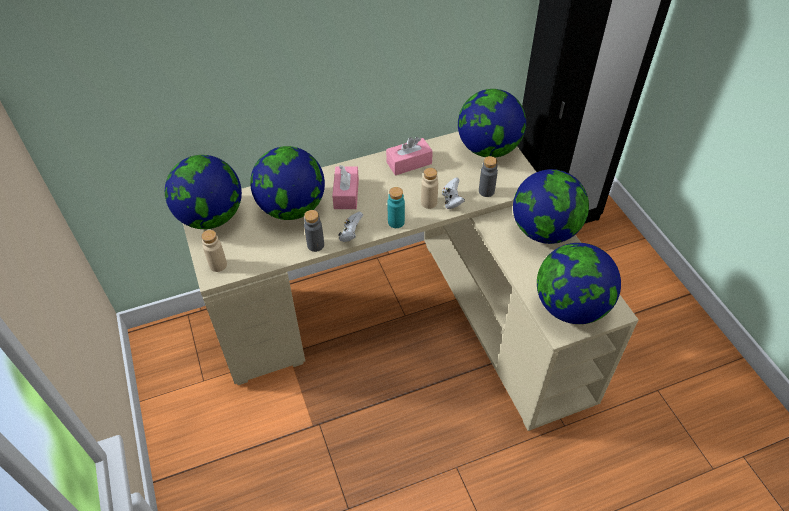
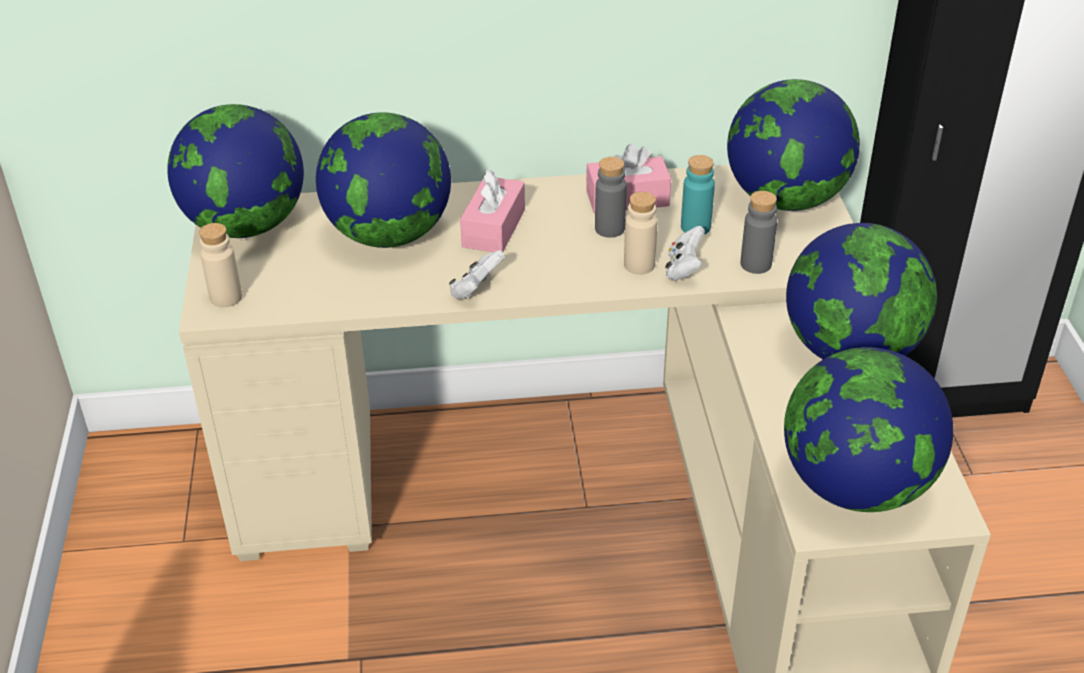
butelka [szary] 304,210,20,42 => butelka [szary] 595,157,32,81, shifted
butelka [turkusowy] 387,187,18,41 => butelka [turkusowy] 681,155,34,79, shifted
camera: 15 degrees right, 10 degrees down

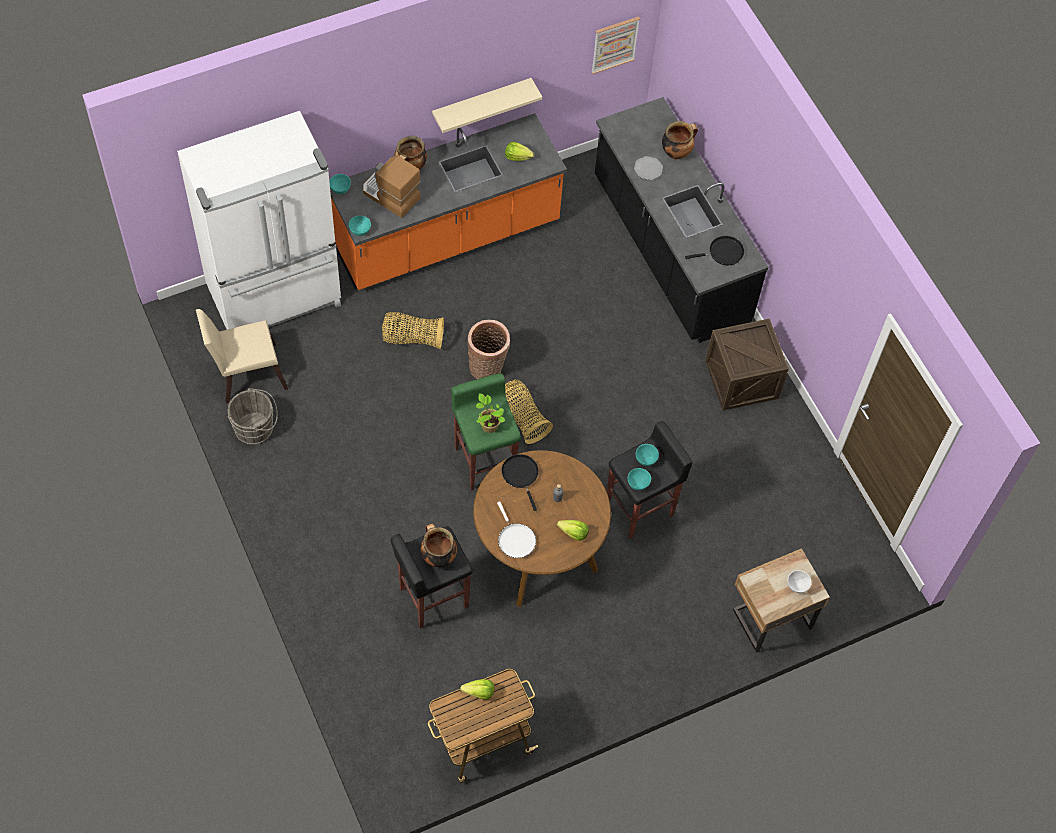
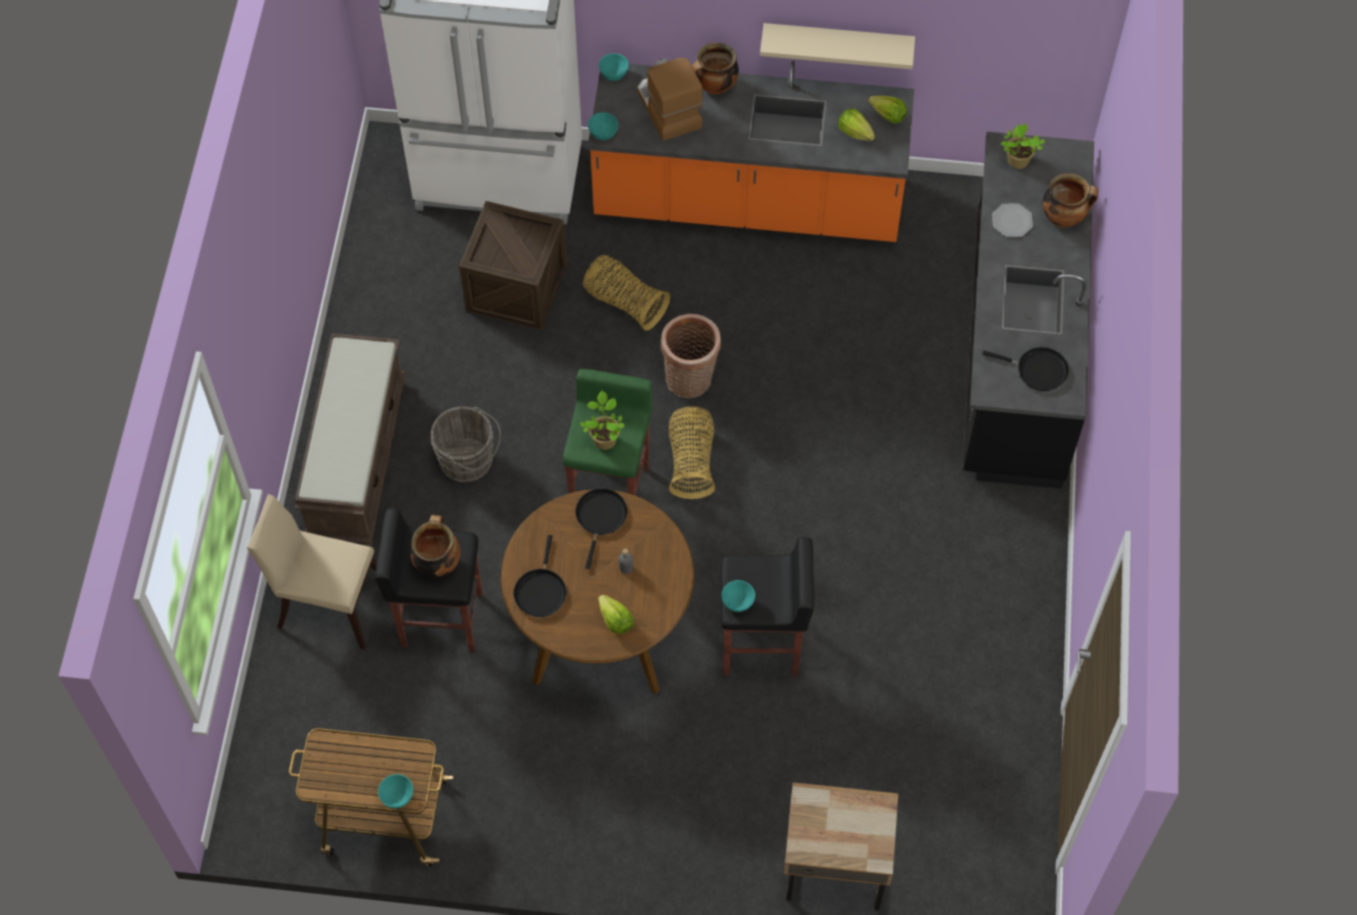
obraz 591,16,49,58 => nothing
miska [biały] 787,570,25,23 => nothing
nothing => ławka [brązowy] 295,333,111,214
nothing => roślina doniczkowa 1001,123,44,46
krzesło [beżowy] 196,309,92,94 => krzesło [beżowy] 247,494,130,156, shifted
wiadro [szary] 228,388,50,57 => wiadro [szary] 431,406,70,76, shifted
sałata 460,679,34,21 => sałata 868,96,39,27, shifted
miska [turkusowy] 636,444,23,22 => miska [turkusowy] 378,774,35,34, shifted
skrzynka 705,318,84,93 => skrzynka 459,201,108,129, shifted
patelnia [biały] 497,501,39,57 => patelnia [czarny] 513,535,54,82
camera: 35 degrees right, 0 degrees up

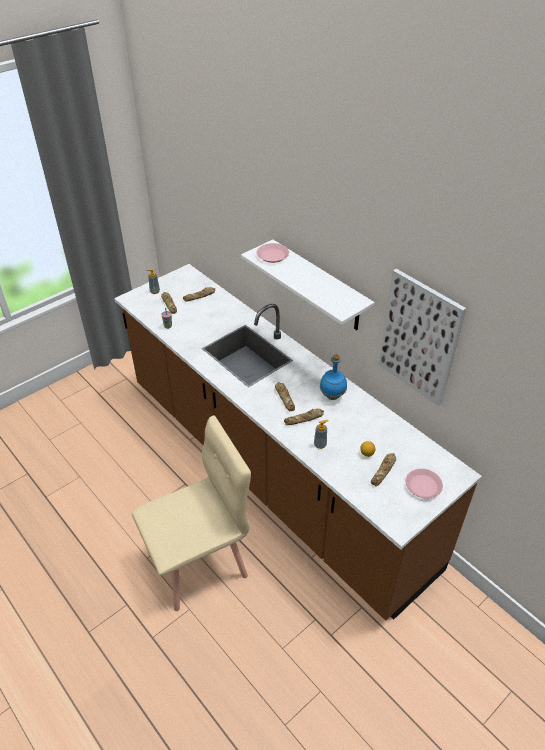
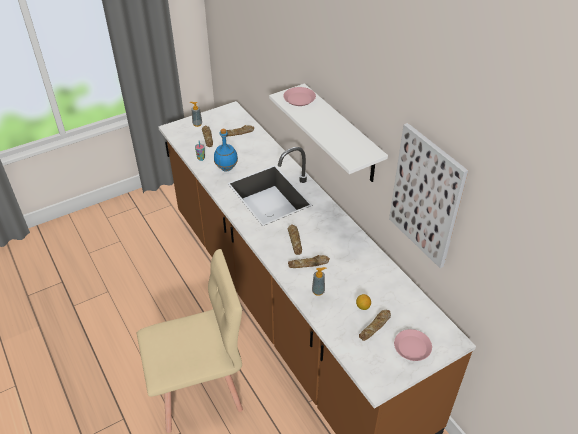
butelka [niebieski] 320,354,27,46 => butelka [niebieski] 214,129,24,43, shifted
camera: 10 degrees right, 0 degrees up

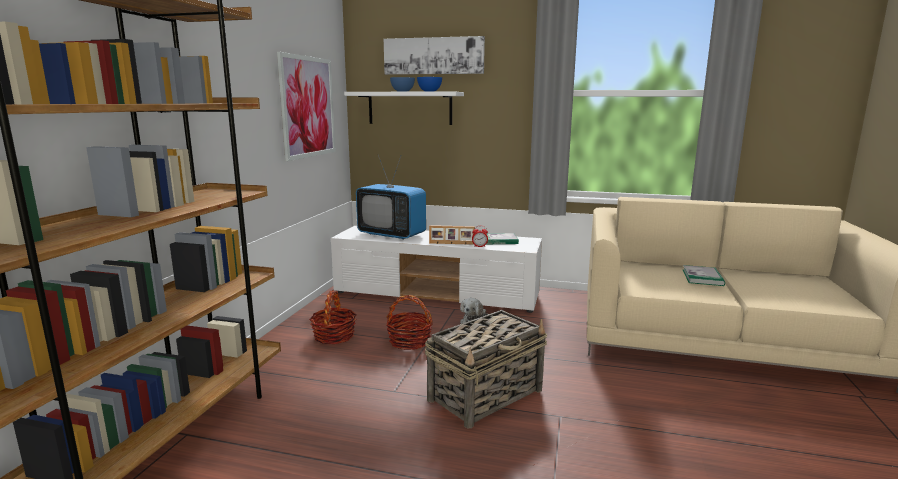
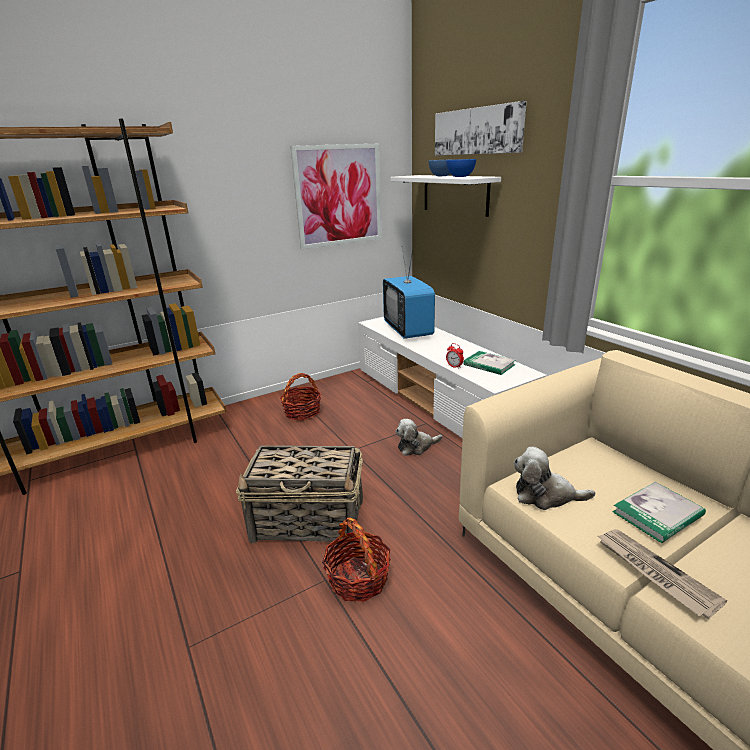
ramka na zdjęcie 429,225,46,20 => nothing
nothing => pluszak 514,447,81,63
nothing => gazeta 598,529,129,90
koszyk 386,295,47,55 => koszyk 322,517,69,85, shifted
camera: 45 degrees right, 10 degrees up

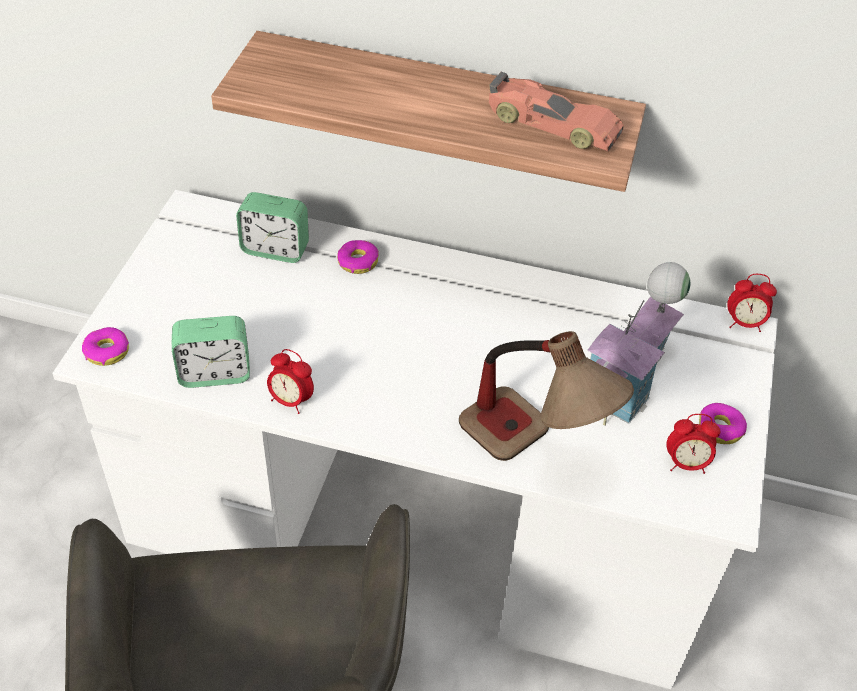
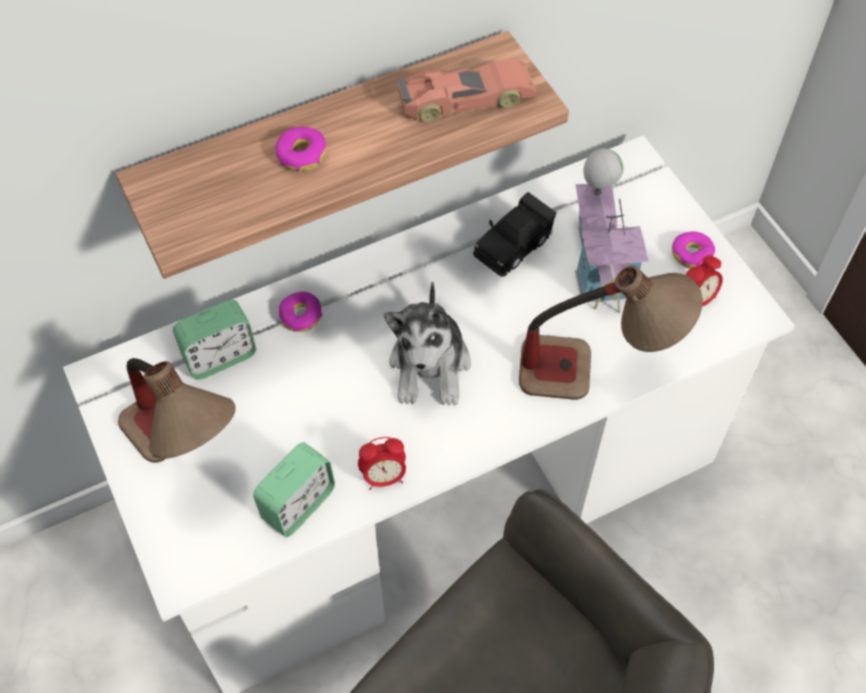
budzik 727,274,50,58 => nothing
nothing => lampa stołowa 118,358,118,105
nothing => pluszak 384,281,87,125
nothing => samochodzik [czarny] 473,192,84,85
donut 82,327,47,39 => donut 275,127,51,44, shifted
camera: 40 degrees left, 10 degrees up

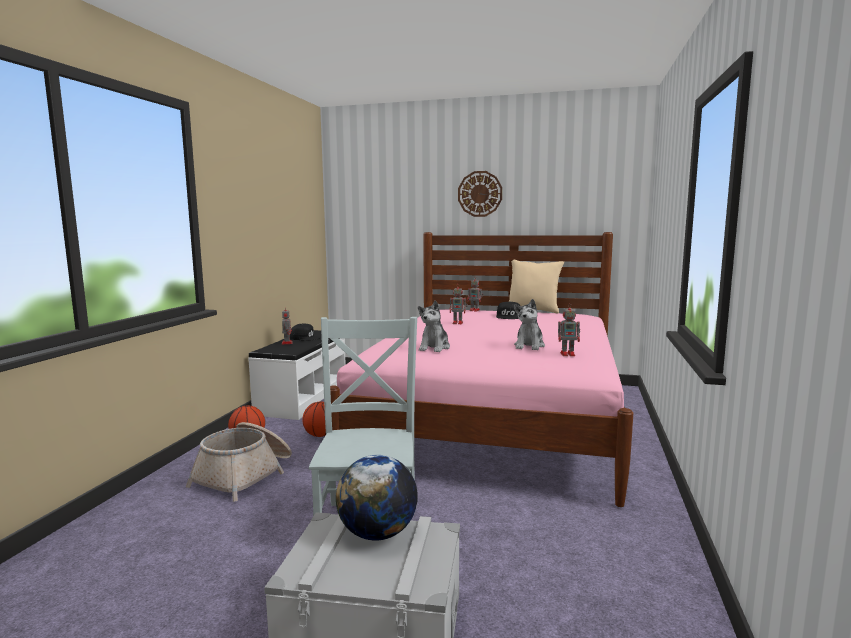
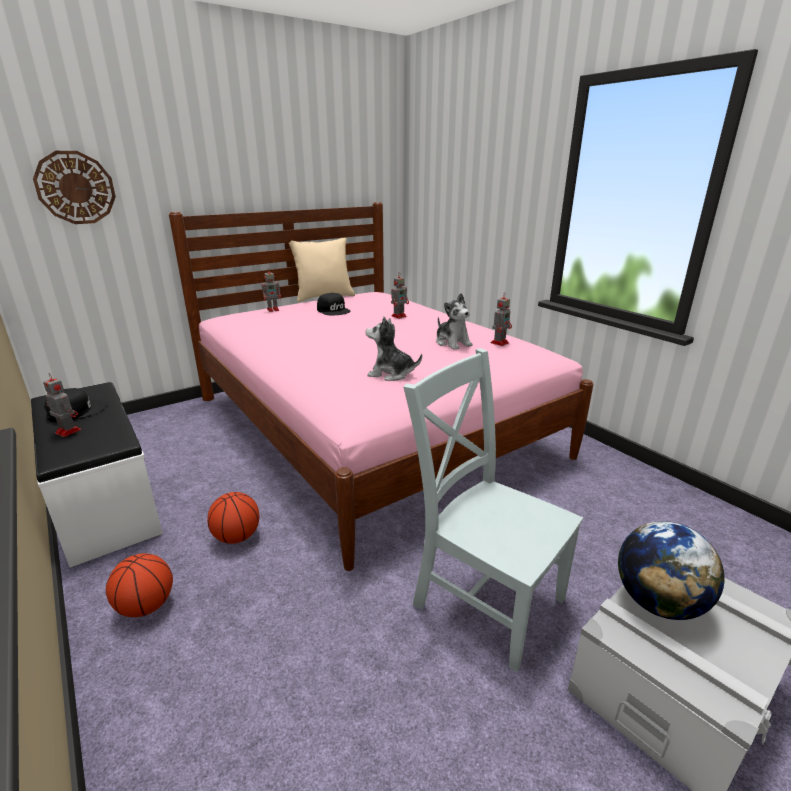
koszyk 186,422,106,80 => nothing
robot zabawkowy 450,287,17,37 => robot zabawkowy 391,272,18,47, shifted
zegar ścienny 458,171,44,46 => zegar ścienny 33,151,83,73, shifted
pluszak 418,300,32,52 => pluszak 365,316,57,65, 135 degrees clockwise
camera: 50 degrees left, 15 degrees up

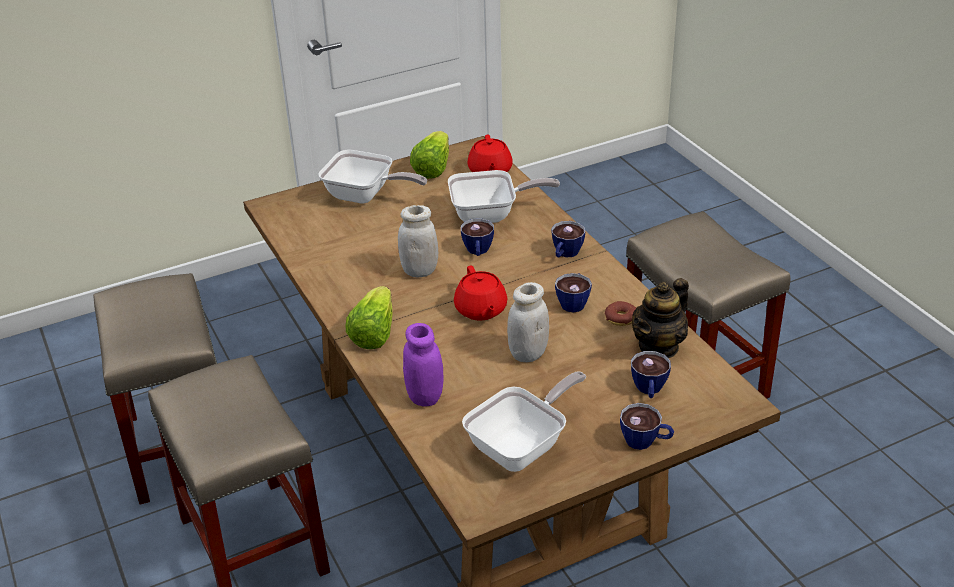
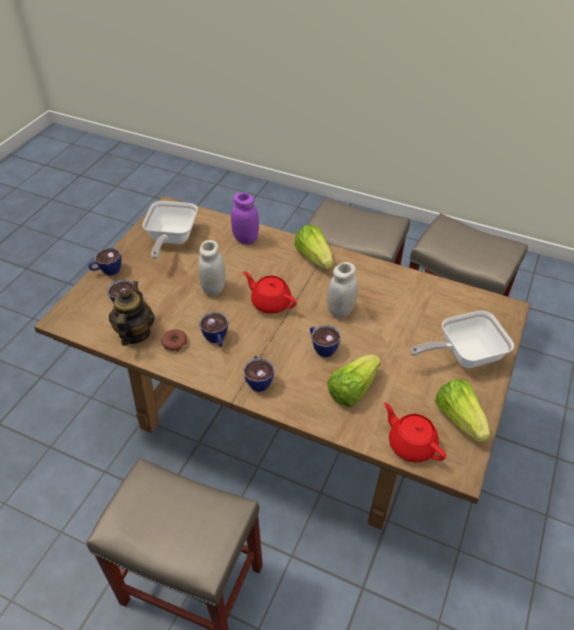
patelnia 448,170,112,53 => sałata 327,355,54,52
camera: 140 degrees right, 10 degrees up

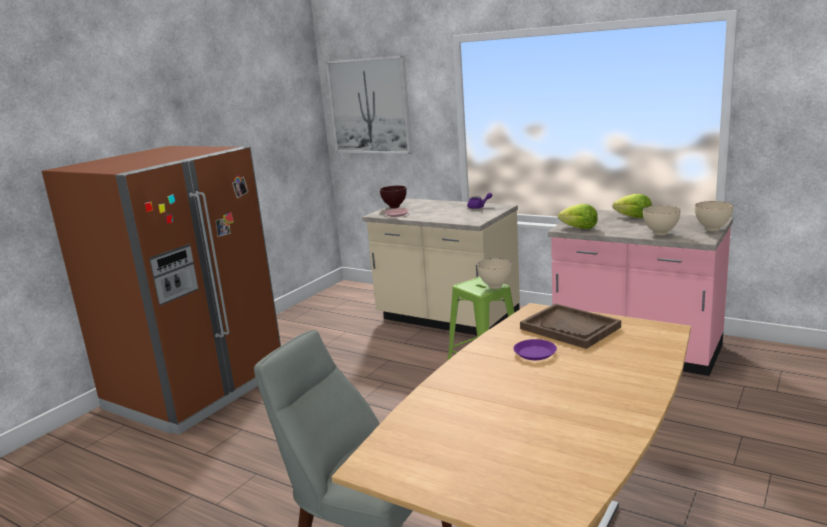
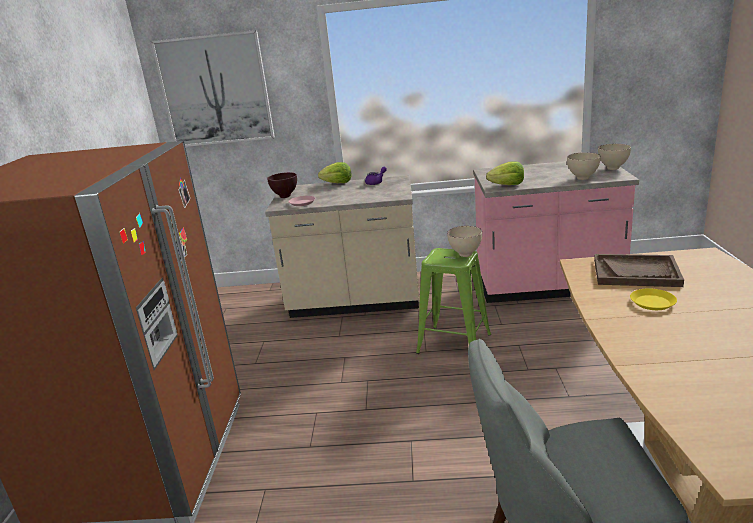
sałata 612,194,40,24 => sałata 318,162,34,21, shifted
talerz [fioletowy] 514,339,43,21 => talerz [żółty] 630,288,47,22
camera: 30 degrees left, 5 degrees up

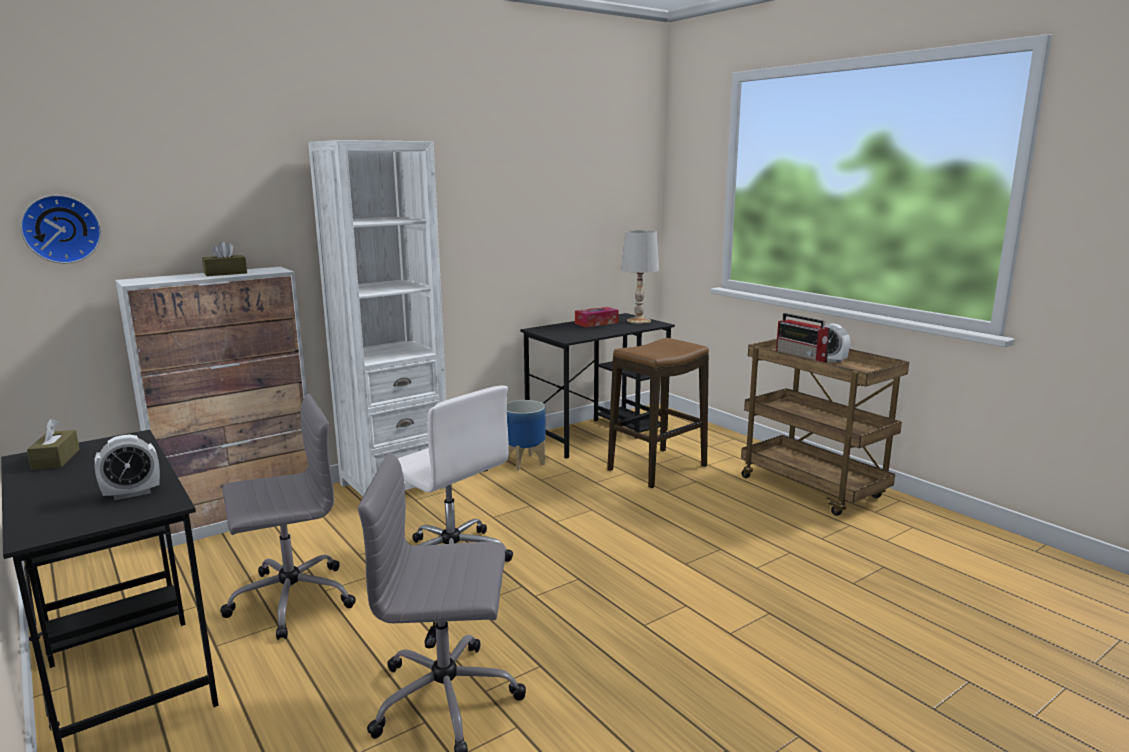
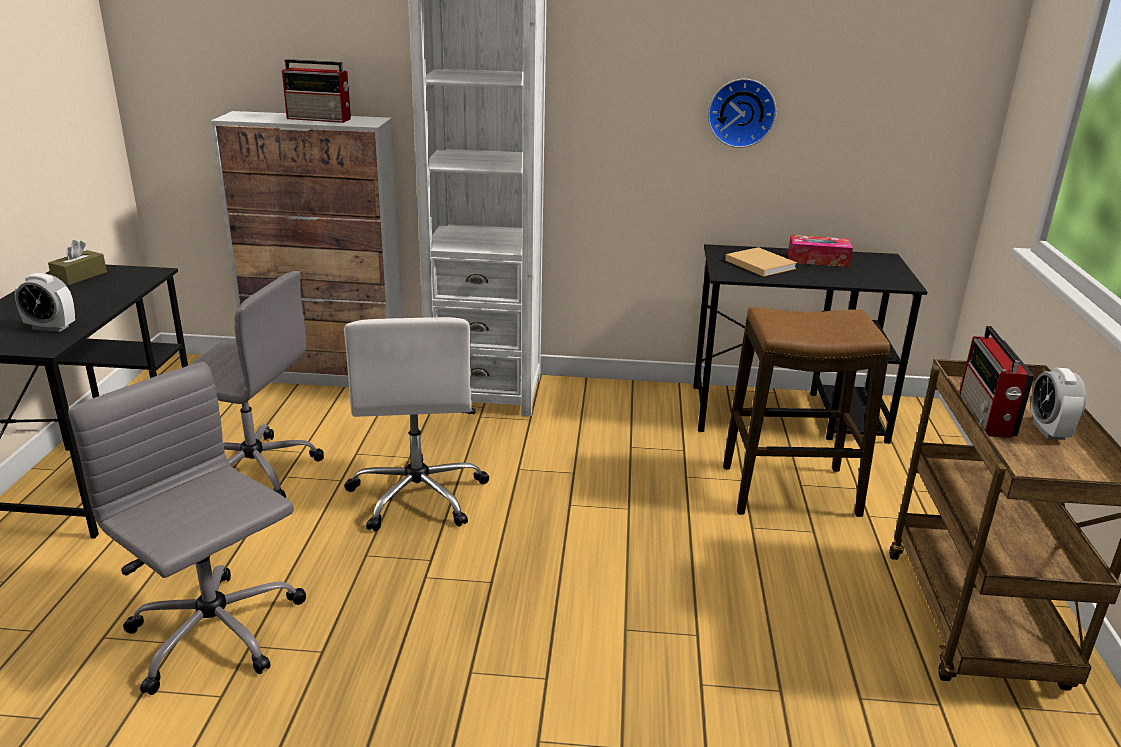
donica 506,400,40,70 => nothing
lampa stołowa [biały] 621,230,38,94 => nothing
nothing => książka [beżowy] 725,247,72,30
zegar ścienny 20,195,81,69 => zegar ścienny 708,79,69,69, shifted
pudełko chusteczek [brązowy] 202,241,45,35 => radio 282,59,69,64
camera: 40 degrees right, 10 degrees up

